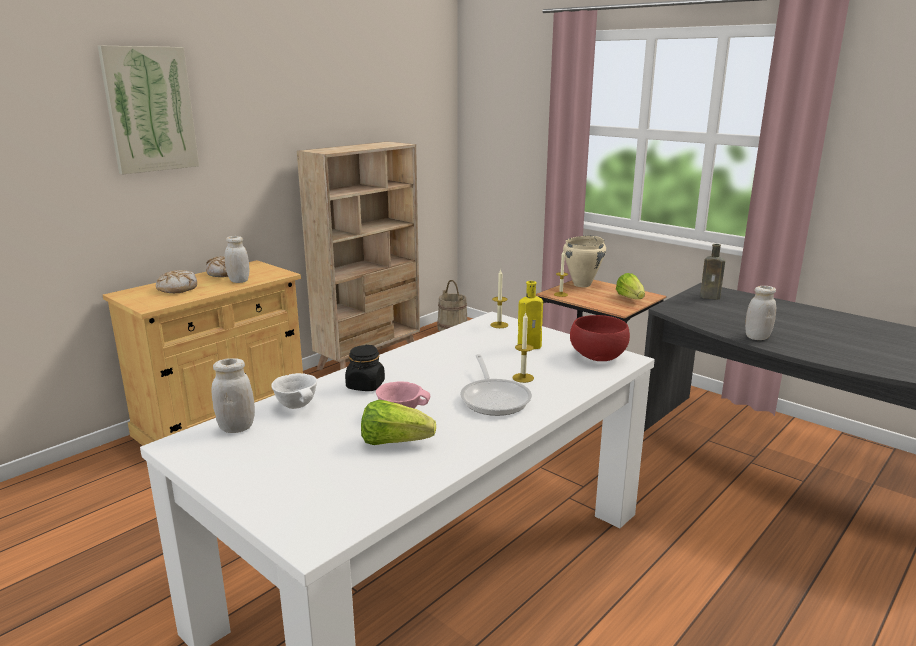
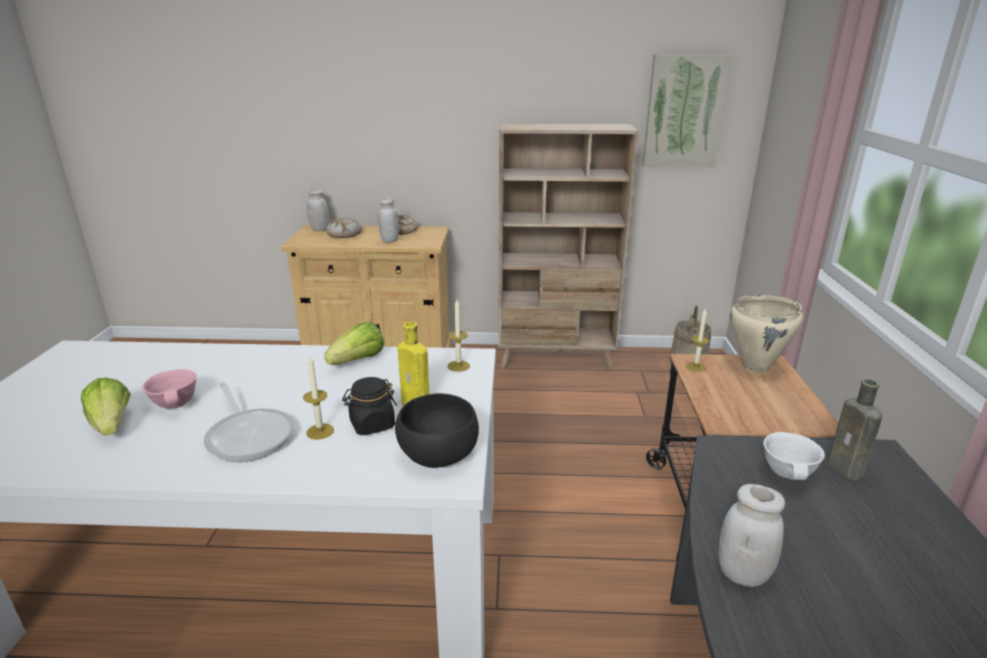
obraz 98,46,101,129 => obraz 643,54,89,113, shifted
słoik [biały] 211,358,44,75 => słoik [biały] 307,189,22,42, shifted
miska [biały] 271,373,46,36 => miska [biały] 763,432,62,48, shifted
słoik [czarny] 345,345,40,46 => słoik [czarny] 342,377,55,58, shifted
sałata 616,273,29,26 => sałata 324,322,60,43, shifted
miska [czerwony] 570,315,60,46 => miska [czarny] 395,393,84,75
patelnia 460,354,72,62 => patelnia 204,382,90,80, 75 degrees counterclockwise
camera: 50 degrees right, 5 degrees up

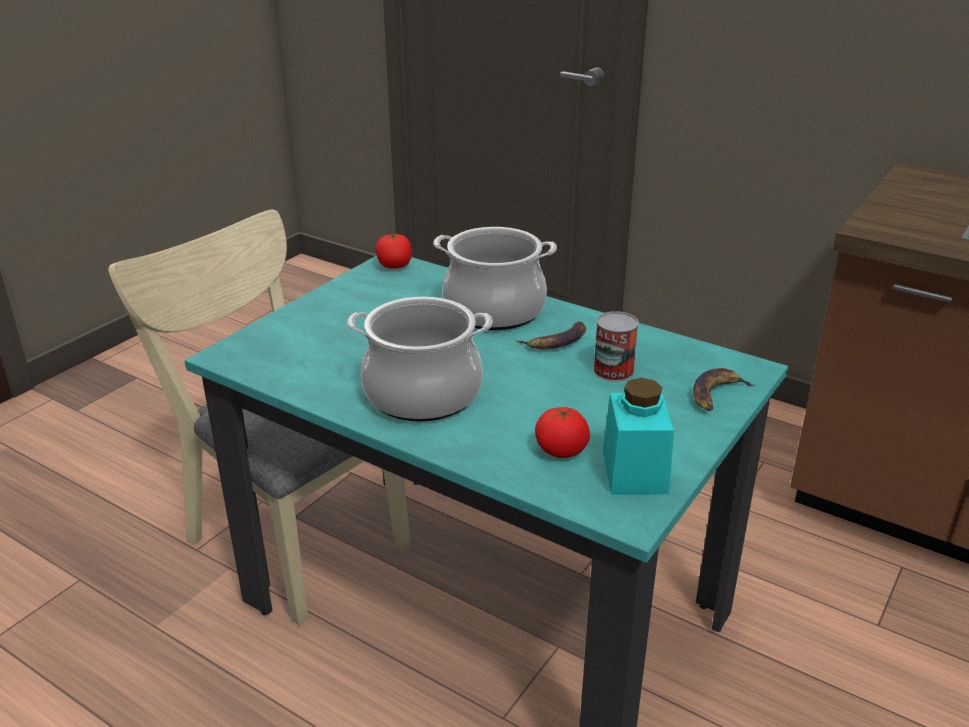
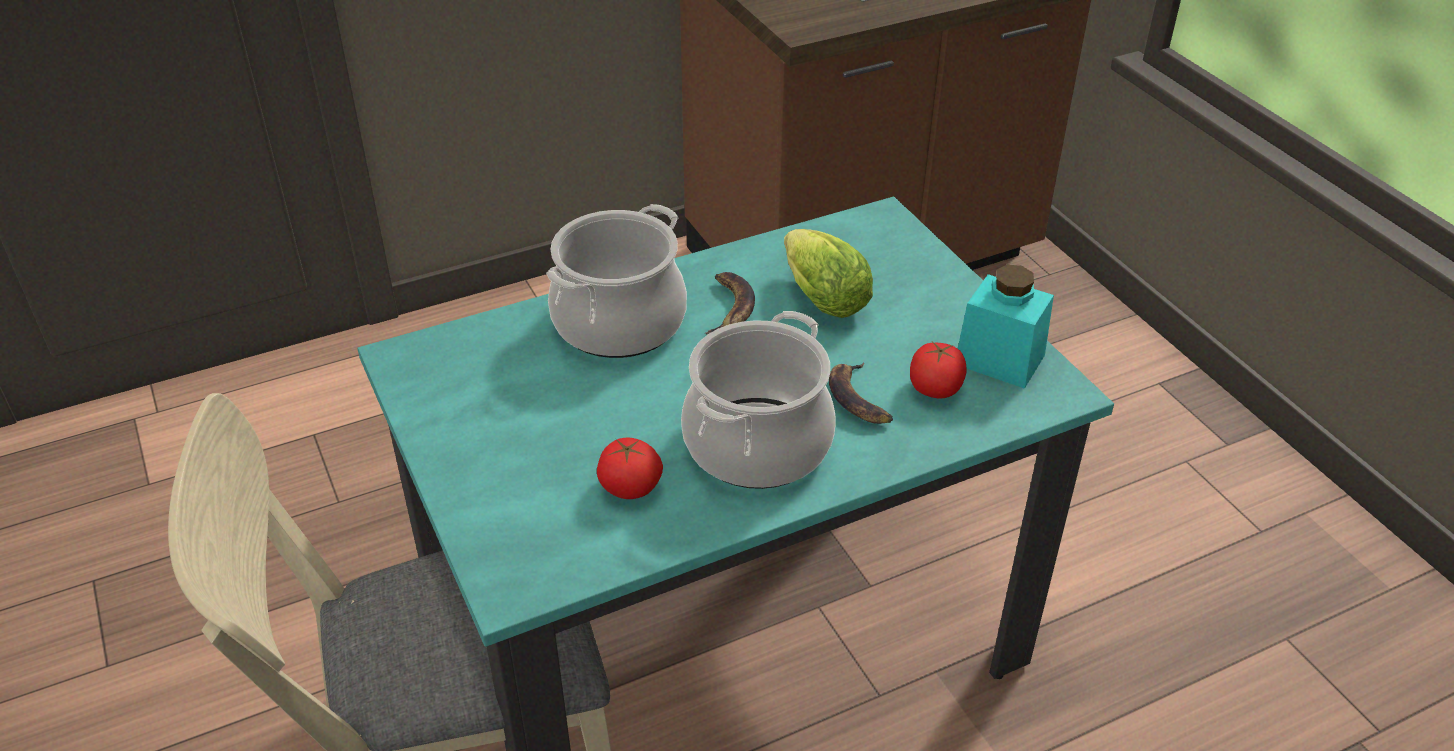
pomidor 376,233,36,36 => pomidor 597,438,66,61, shifted
banan 693,368,63,43 => banan 829,362,64,62, shifted
puszka 593,311,46,71 => sałata 784,229,89,89
camera: 60 degrees left, 10 degrees up

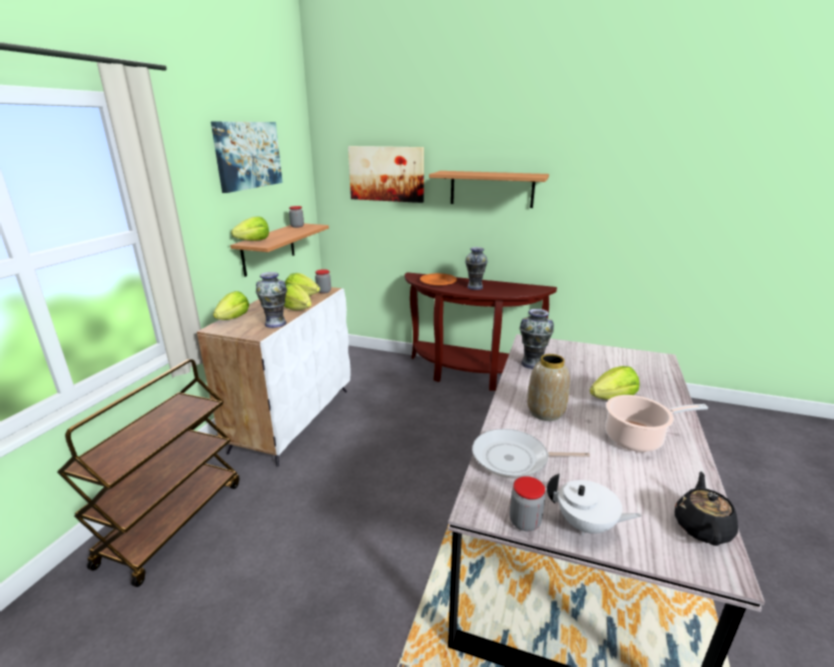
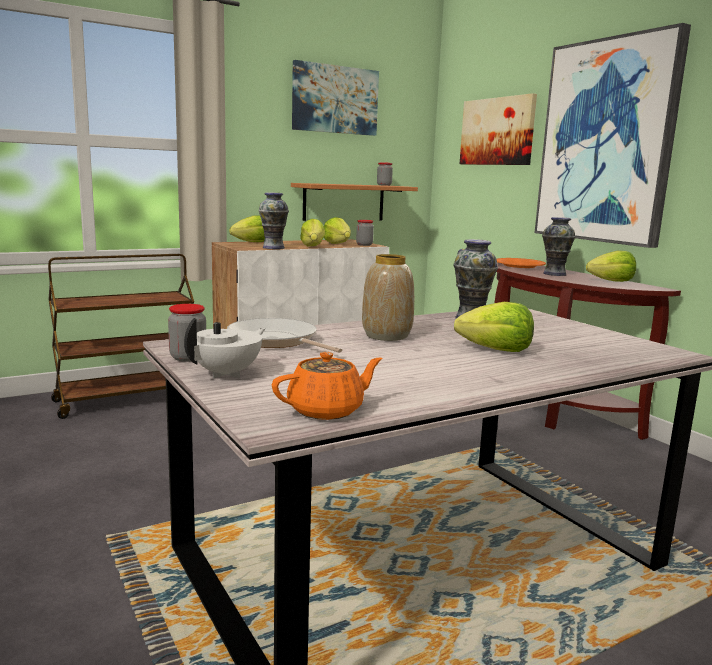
garnek 605,395,103,57 => nothing
sałata 231,216,38,25 => sałata 586,251,50,31, shifted
półka 429,171,120,37 => obraz 535,23,156,225
imbryk [czarny] 675,472,63,74 => imbryk [pomarańczowy] 272,352,110,68
imbryk [biały] 547,474,95,62 => imbryk [biały] 184,318,82,60, 120 degrees counterclockwise
camera: 40 degrees right, 10 degrees down

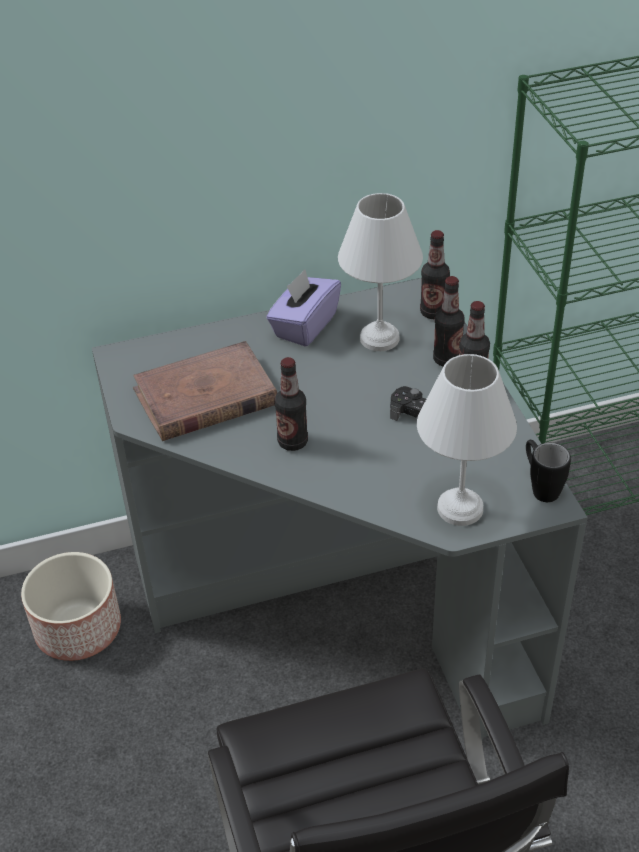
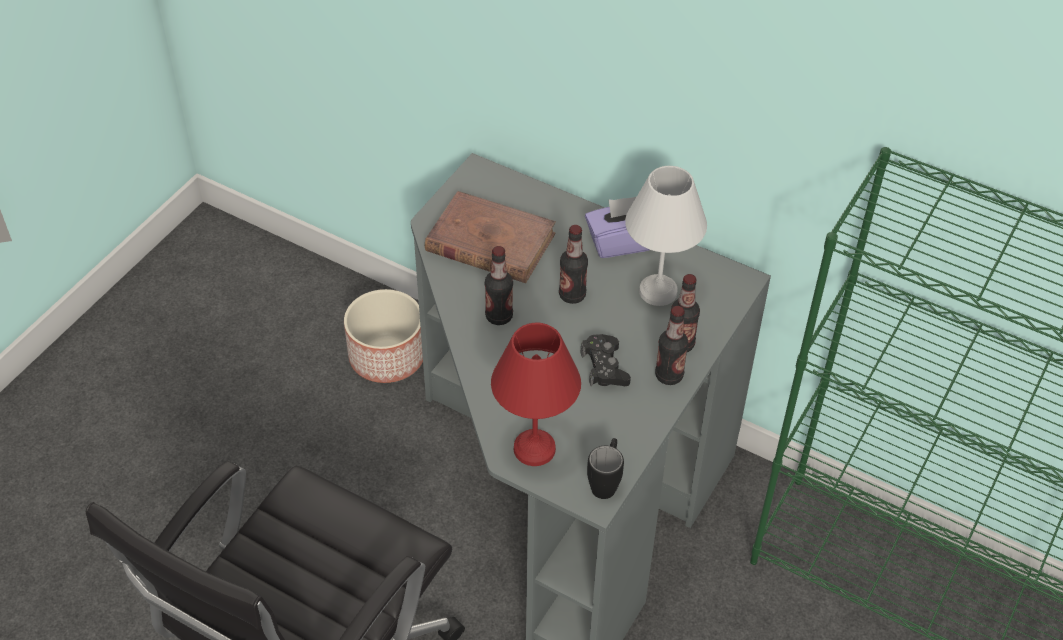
butelka 420,230,30,89 => butelka 559,225,29,79, shifted
lampa stołowa [biały] 417,354,100,172 => lampa stołowa [czerwony] 491,323,90,143
camera: 45 degrees right, 5 degrees up

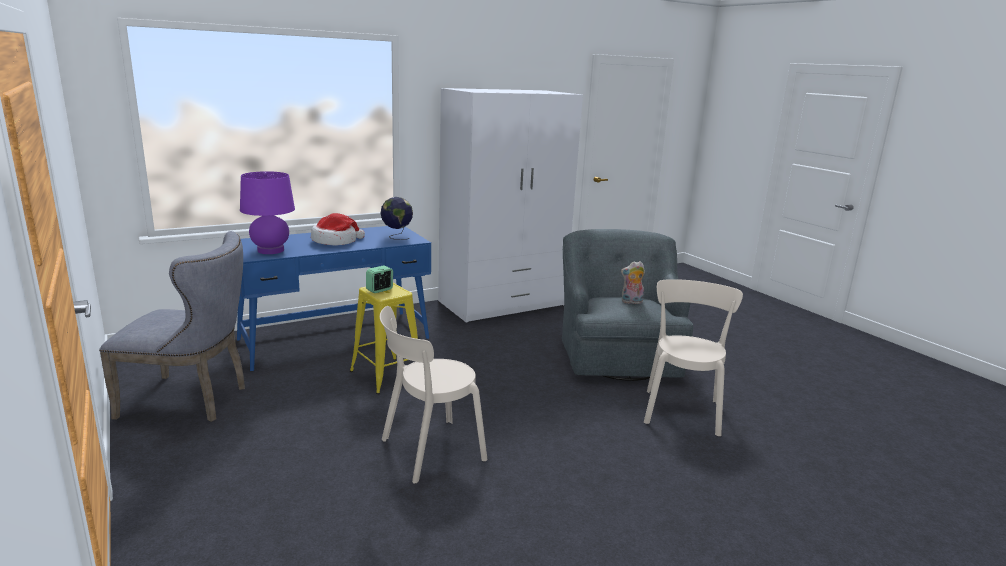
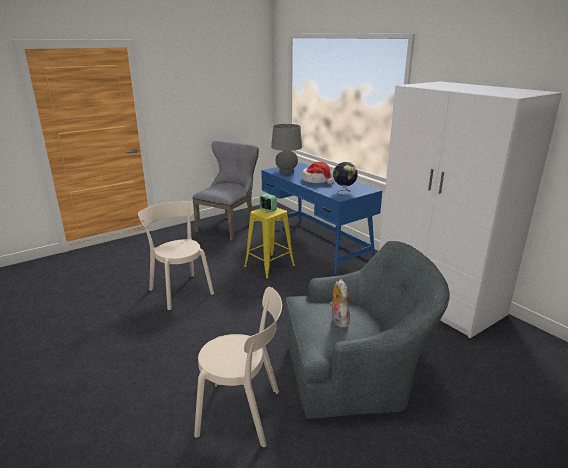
lampa stołowa [fioletowy] 240,171,55,83 => lampa stołowa [szary] 271,124,31,50
krzesło [szary] 99,231,146,191 => krzesło [szary] 193,140,66,101, 150 degrees counterclockwise
camera: 85 degrees right, 5 degrees up

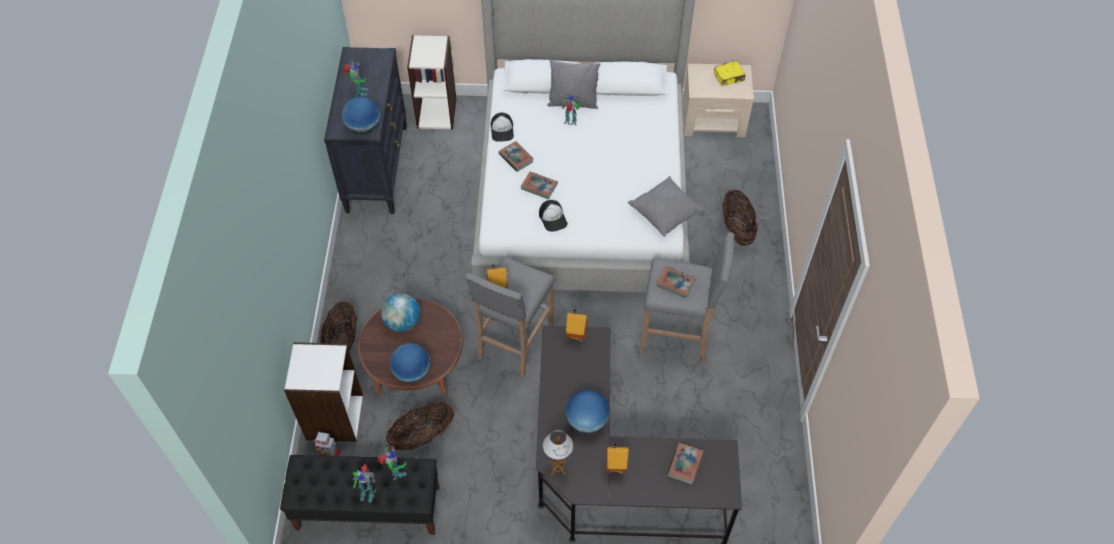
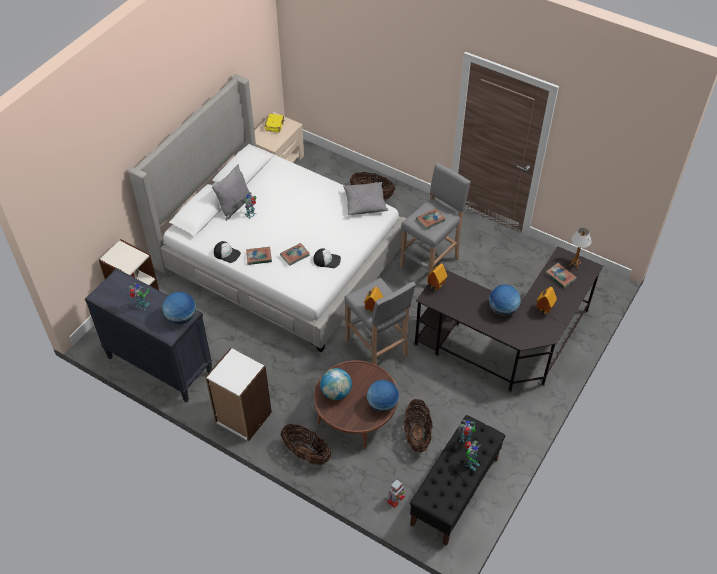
regał [biały] 284,342,79,100 => regał [biały] 205,348,67,94, shifted
lampa stołowa 543,430,30,45 => lampa stołowa 569,228,23,41, shifted
camera: 60 degrees left, 5 degrees down

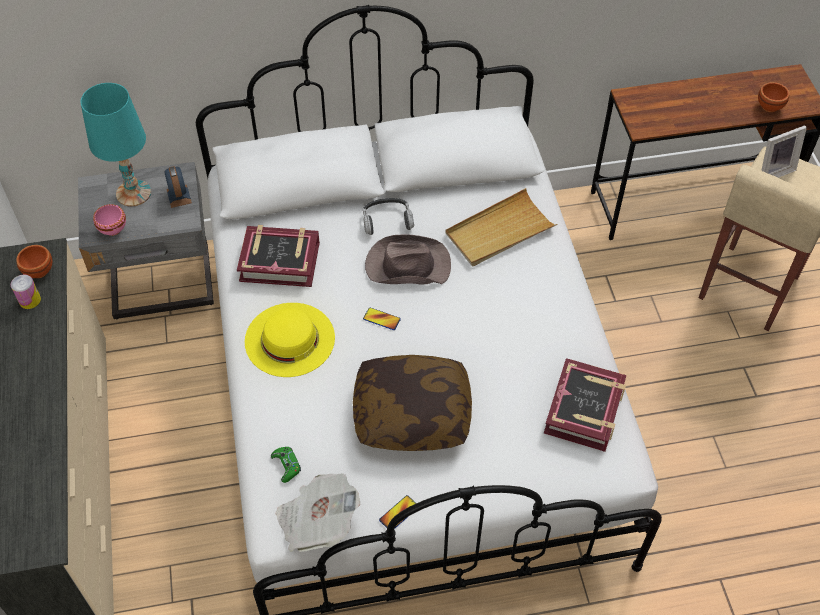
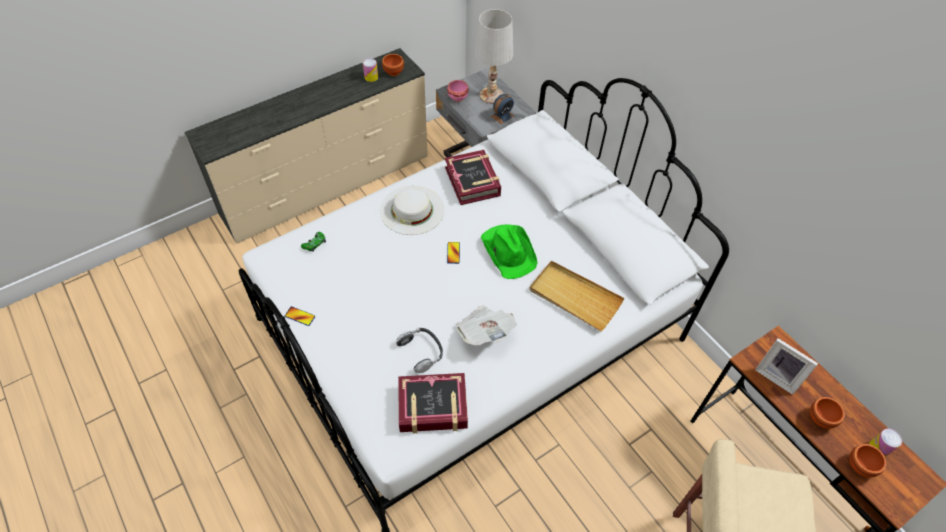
poduszka 353,355,119,96 => nothing
nothing => miska [brązowy] 810,397,35,32
nothing => puszka 869,429,33,28
gazeta 275,473,85,79 => gazeta 456,306,61,39, shifted
słuchawki 363,198,51,37 => słuchawki 396,328,47,45, shifted
ramka na zdjęcie 761,125,46,53 => ramka na zdjęcie 755,338,63,57, shifted
lampa stołowa [turkusowy] 81,83,70,124 => lampa stołowa [biały] 474,9,39,95
kapelusz [żółty] 245,303,90,74 => kapelusz [biały] 380,185,65,50
kapelusz [brązowy] 365,235,86,50 => kapelusz [zielony] 481,224,57,55
camera: 65 degrees right, 0 degrees up

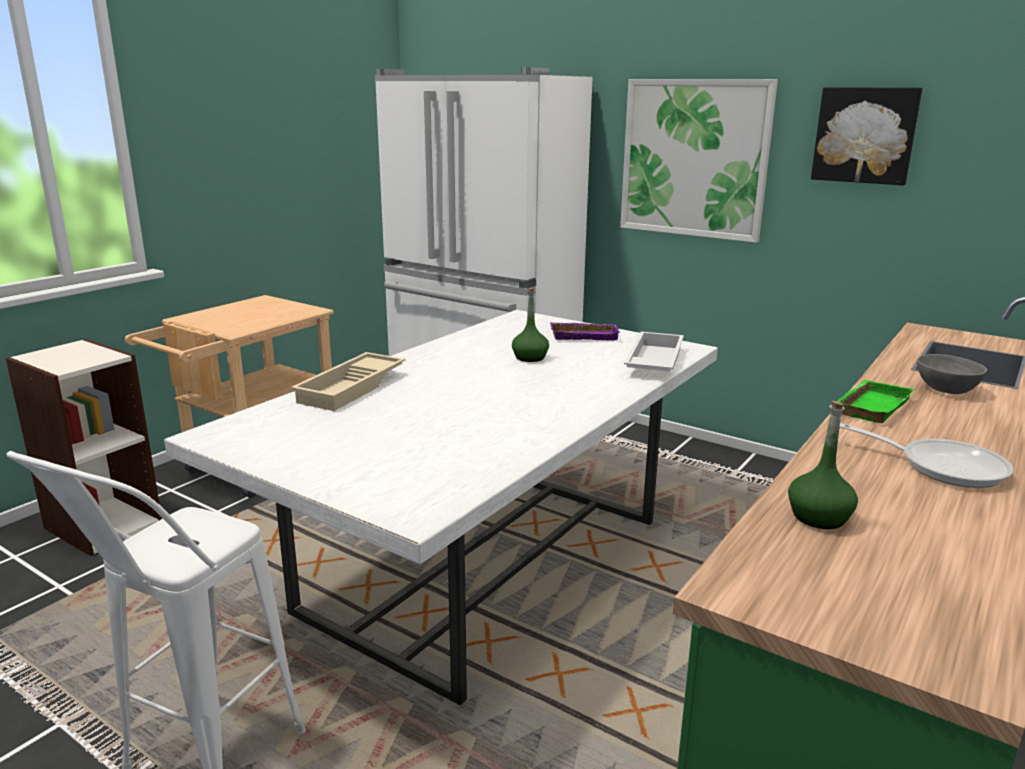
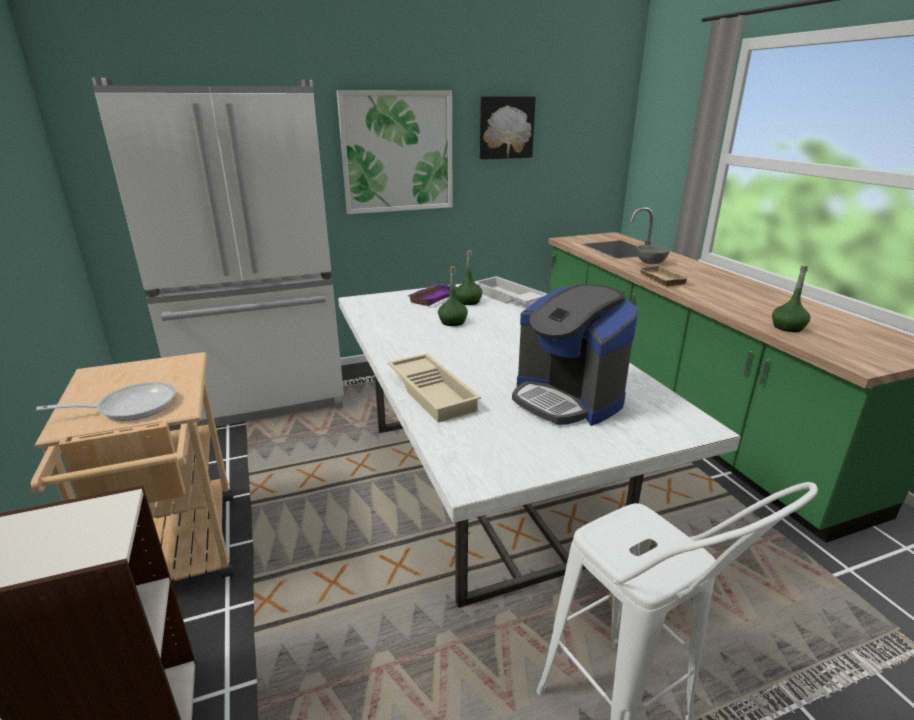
nothing => butelka [zielony] 456,250,26,55
nothing => ekspres do kawy 512,284,126,142
patelnia 840,423,174,65 => patelnia 36,382,140,39, shifted
taca [zielony] 838,380,76,43 => taca [beżowy] 638,265,52,21
camera: 55 degrees left, 5 degrees up

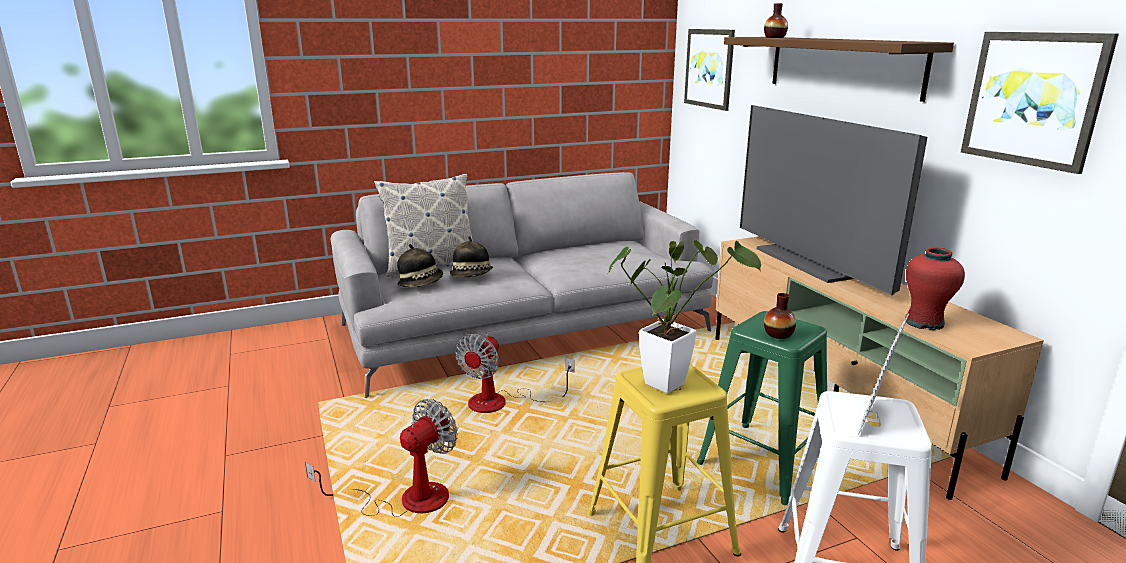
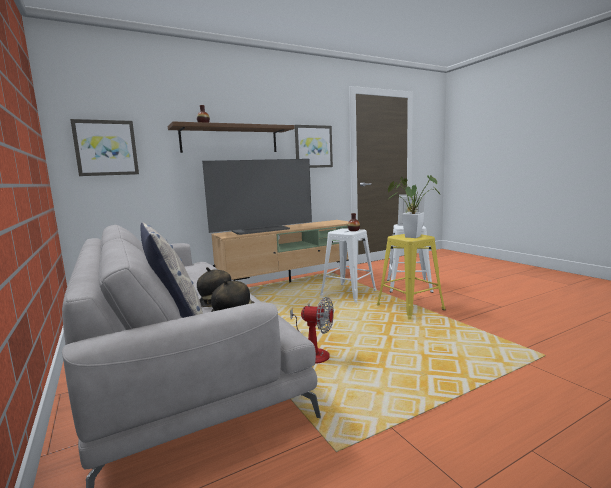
wentylator 305,399,153,118 => nothing
wazon [czerwony] 905,247,60,83 => nothing
stołek [zielony] 697,311,130,194 => stołek [biały] 320,228,57,74
camera: 95 degrees left, 10 degrees down

